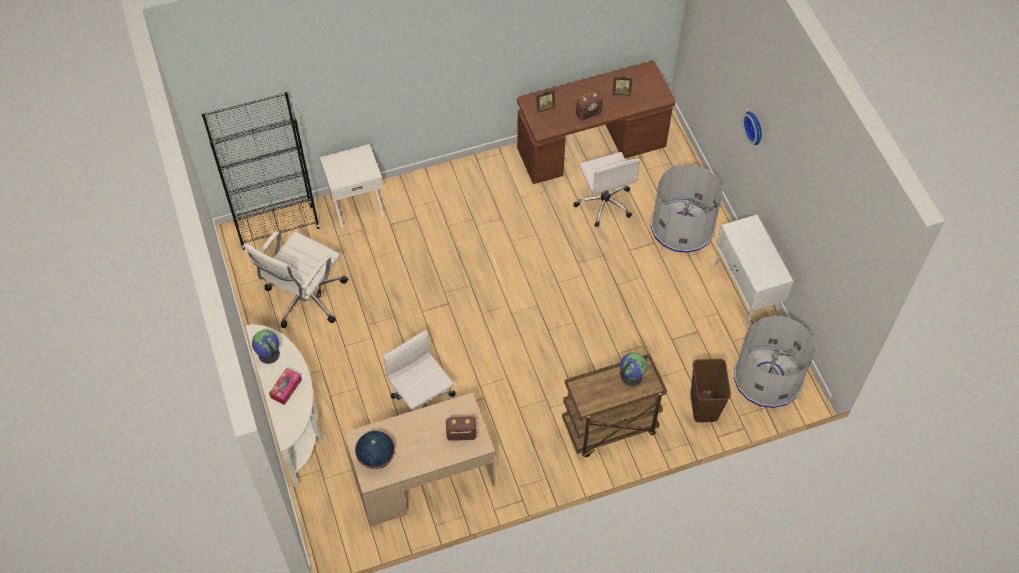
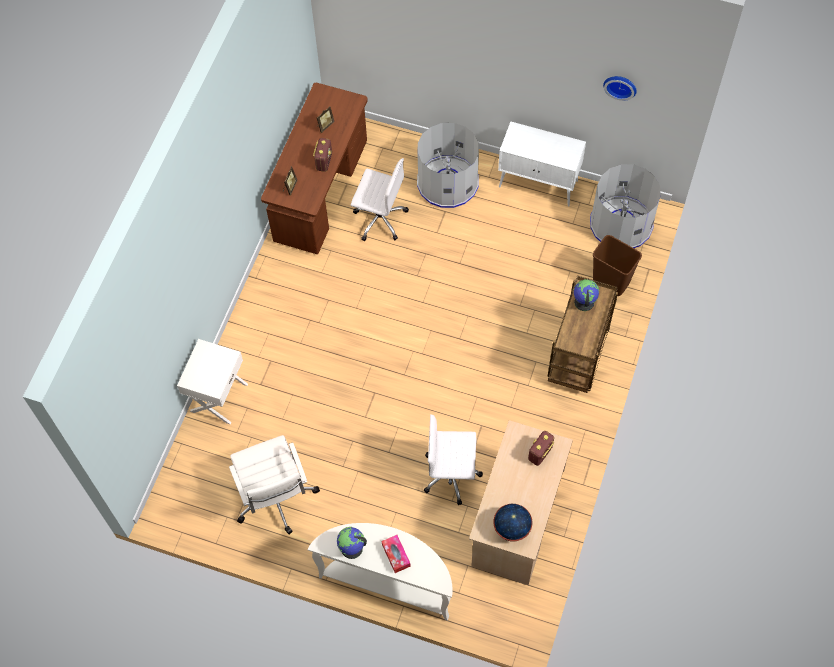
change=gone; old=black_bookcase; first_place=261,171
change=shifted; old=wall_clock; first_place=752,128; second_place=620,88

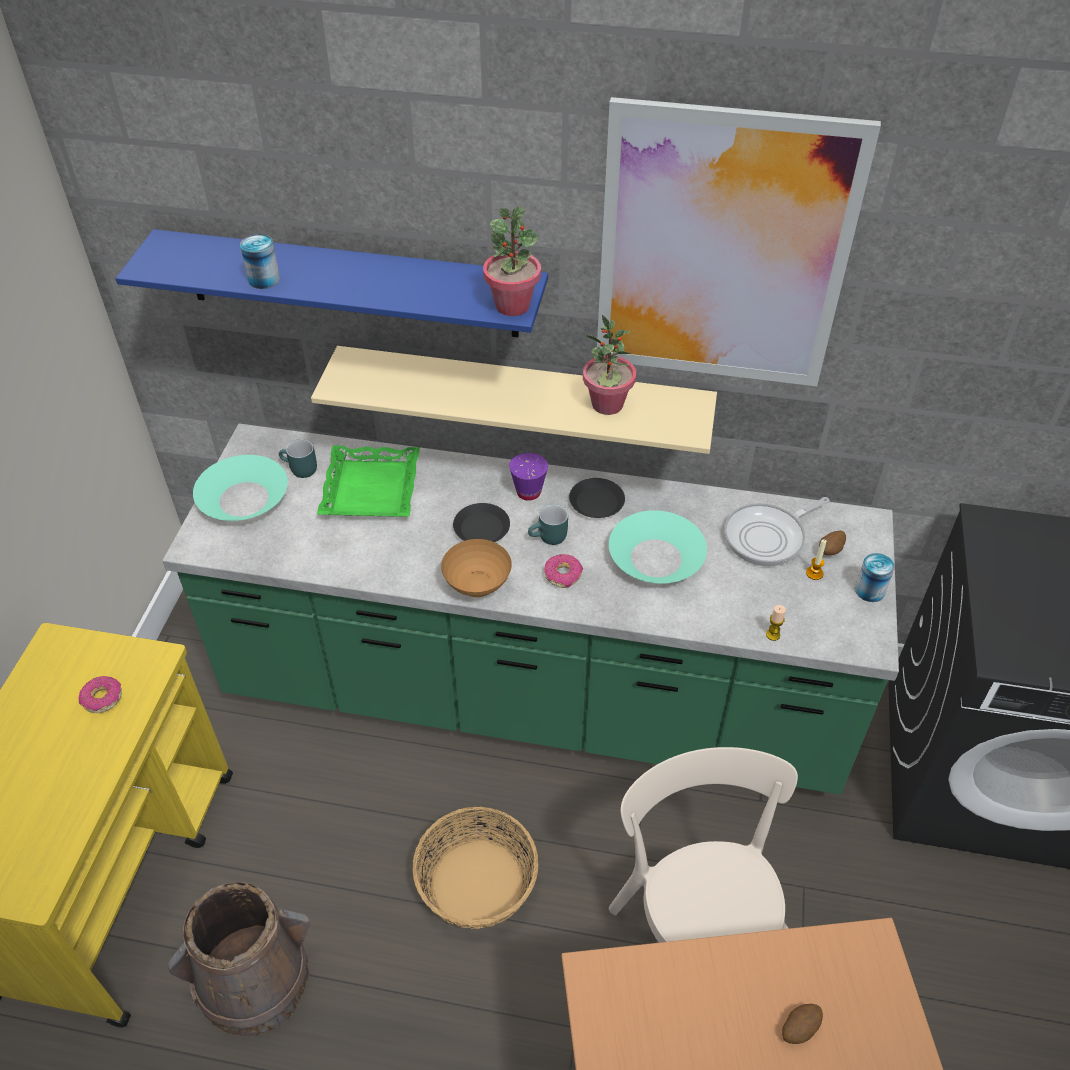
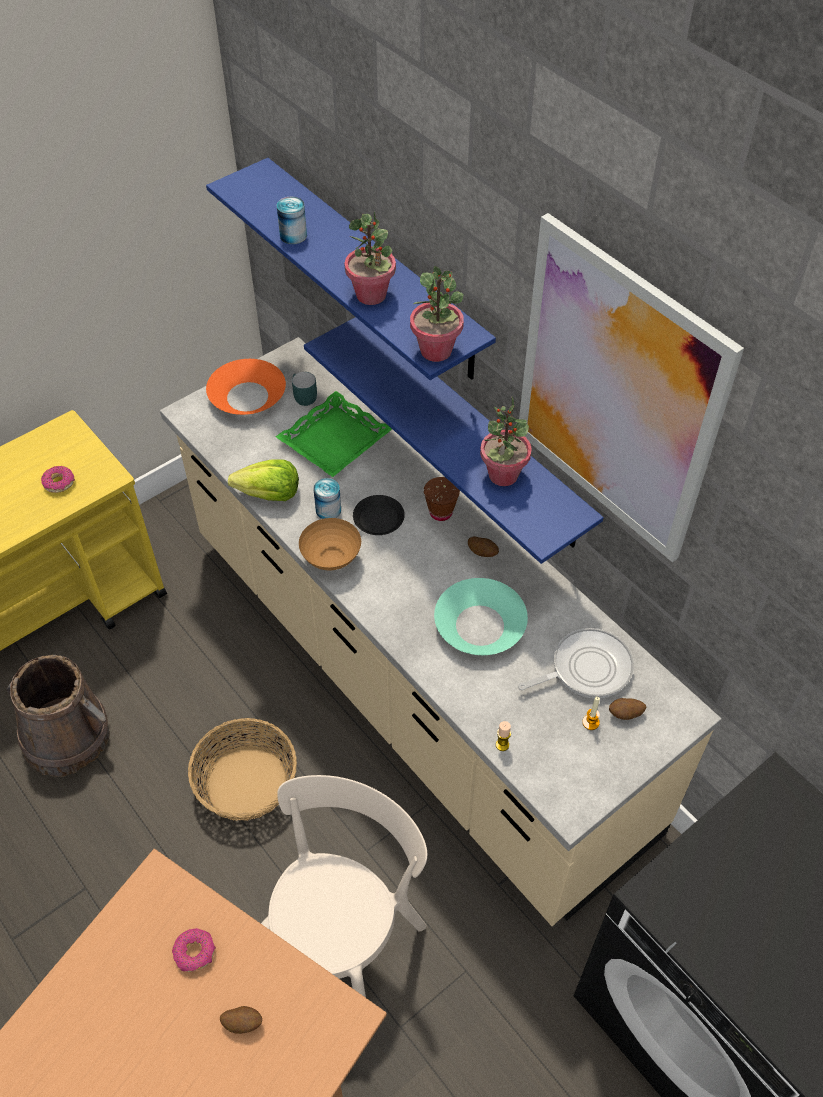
change=repainted; old=beige_shelf; new=blue_shelf; first_place=514,400; second_place=454,440
change=repainted; old=green_counter; new=beige_counter; first_place=530,609; second_place=440,631
change=repainted; old=purple_cup; new=brown_cup; first_place=528,477; second_place=442,499
change=repainted; old=turquoise_bowl; new=orange_bowl; first_place=240,488; second_place=246,387
change=swapped; old=black_plate; new=potato; first_place=597,498; second_place=483,546
change=rotated; old=frying_pan; first_place=776,531; second_place=576,663; degrees=150
change=gone; old=turquoise_mug; first_place=548,524
change=shifted; old=can; first_place=875,577; second_place=327,498
change=shifted; old=donut; first_place=563,571; second_place=194,950
change=new; new=potted_plant; second_place=370,258
change=new; new=lettuce; second_place=263,480

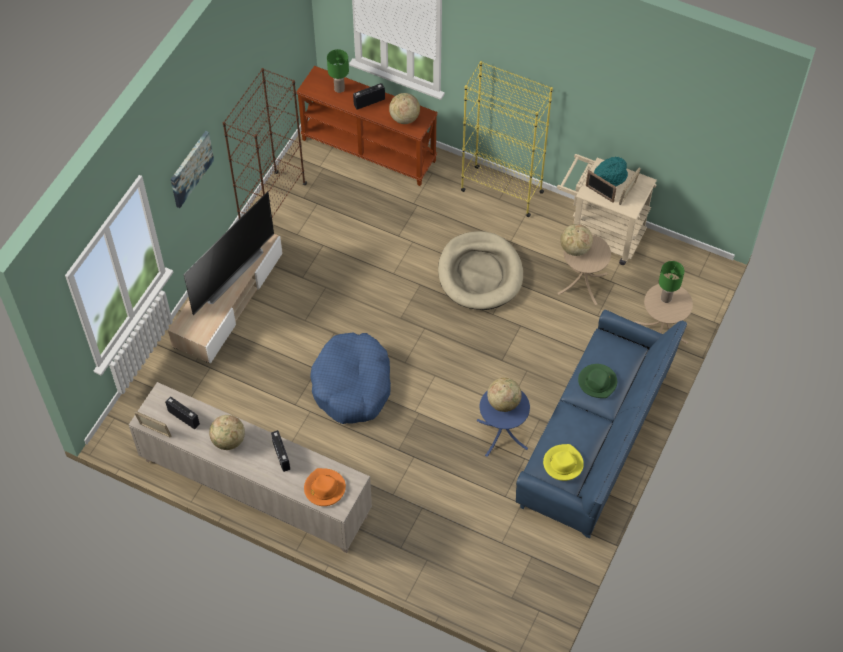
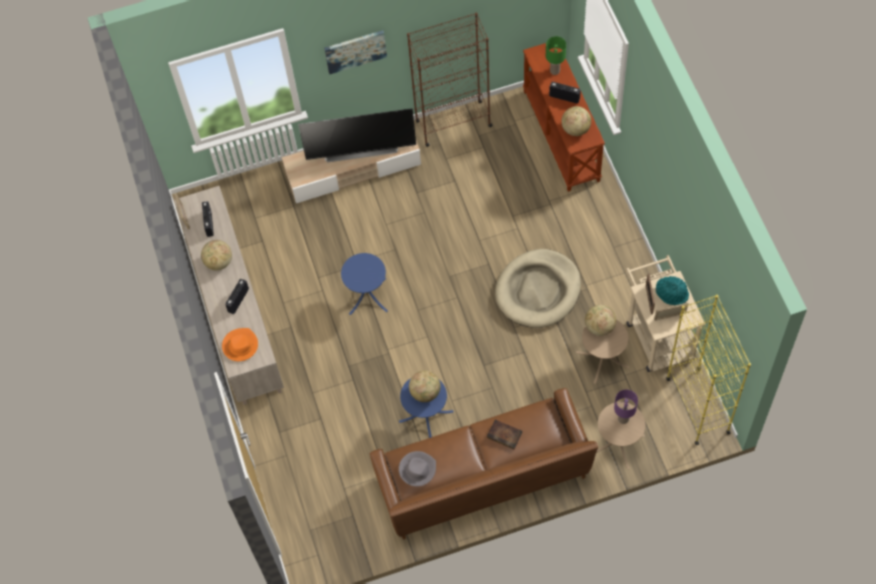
change=shifted; old=yellow_bookcase; first_place=507,139; second_place=708,370
change=repainted; old=green_table_lamp; new=purple_table_lamp; first_place=671,282; second_place=626,407
change=repainted; old=blue_sofa; new=brown_sofa; first_place=601,424; second_place=484,464
change=swapped; old=blue_dog_bed; new=blue_side_table; first_place=350,378; second_place=364,284
change=swapped; old=green_hat; new=book; first_place=597,381; second_place=504,434
change=repainted; old=yellow_hat; new=grey_hat; first_place=563,462; second_place=417,468

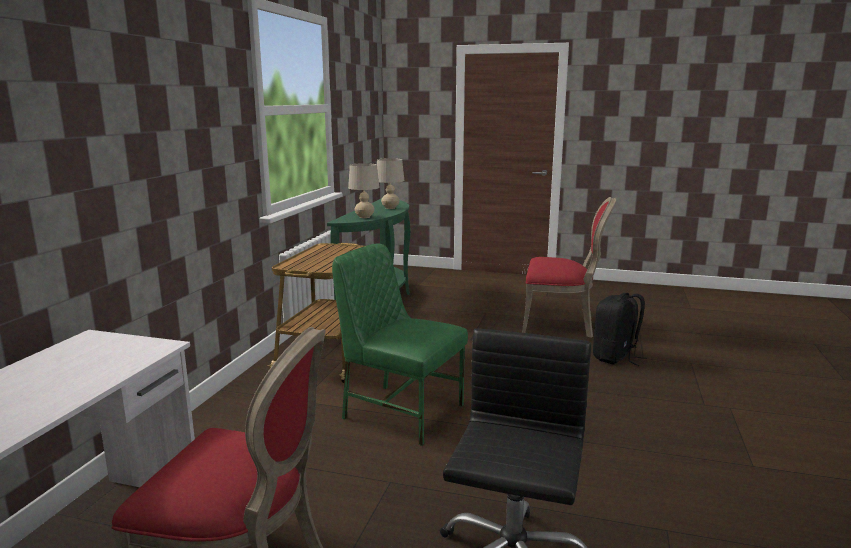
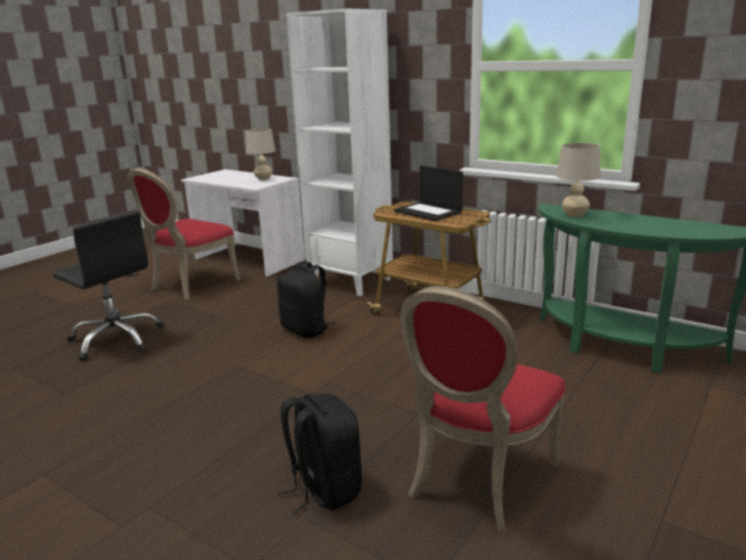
change=shifted; old=beige_table_lamp; first_place=390,183; second_place=261,154
change=swapped; old=green_chair; new=black_backpack; first_place=400,345; second_place=305,299
change=new; new=white_bookcase; second_place=339,152
change=new; new=laptop; second_place=428,193

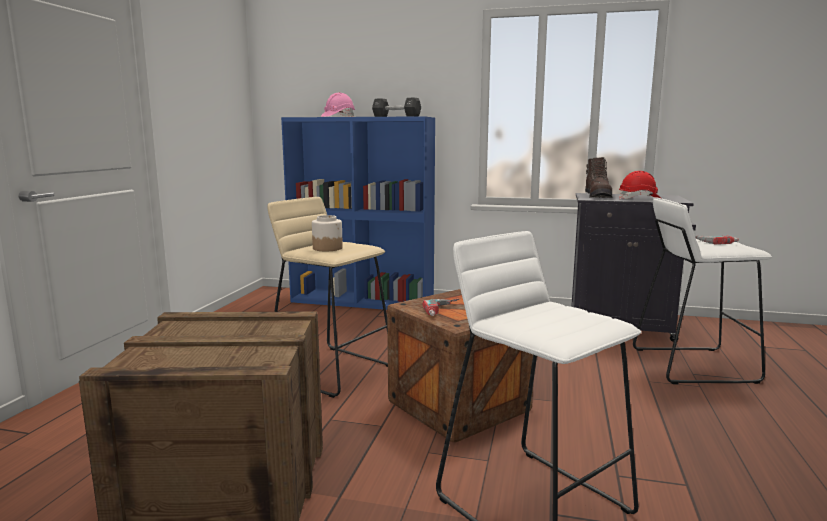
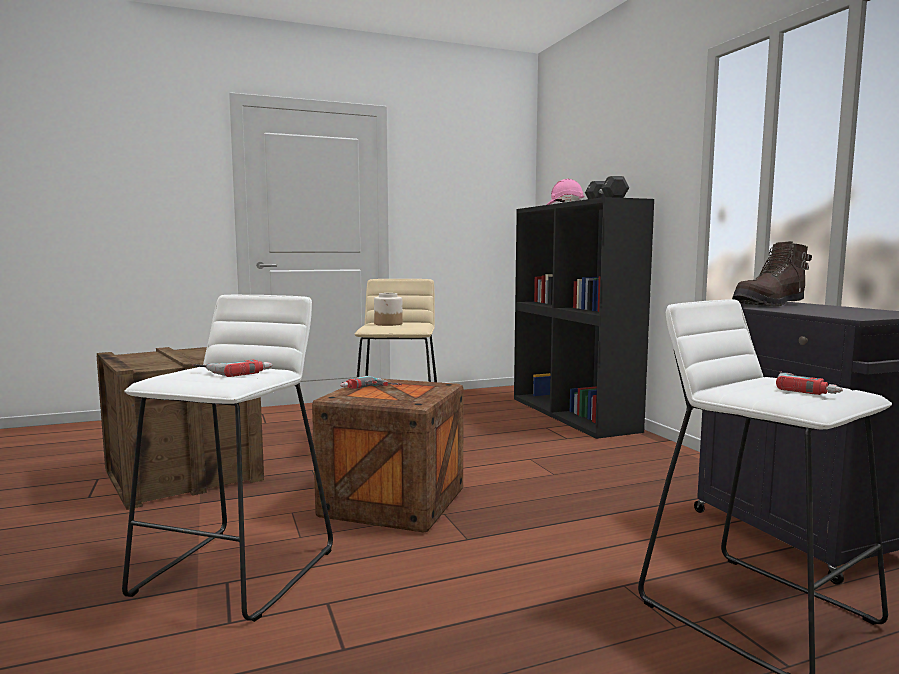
change=repainted; old=blue_bookcase; new=black_bookcase; first_place=358,213; second_place=584,318
change=gone; old=red_hard_hat; first_place=640,185
change=new; new=power_drill; second_place=232,368

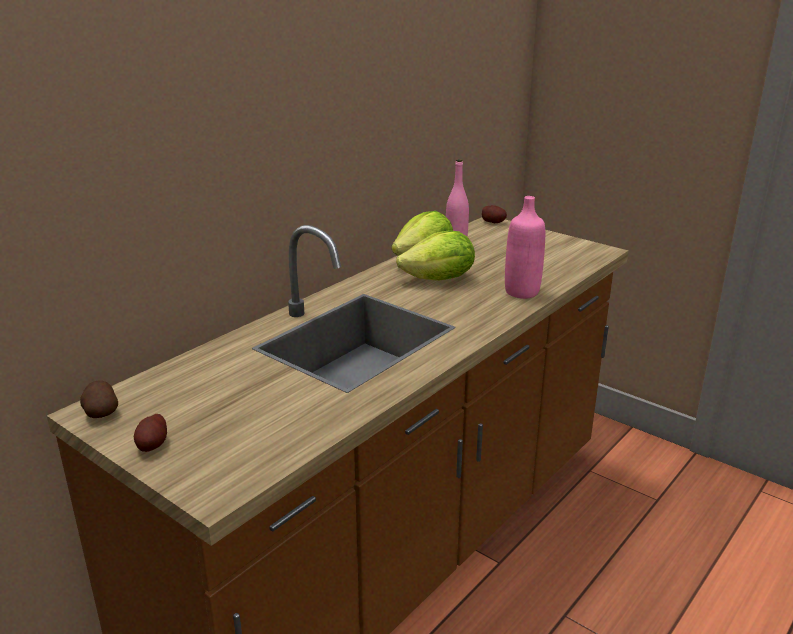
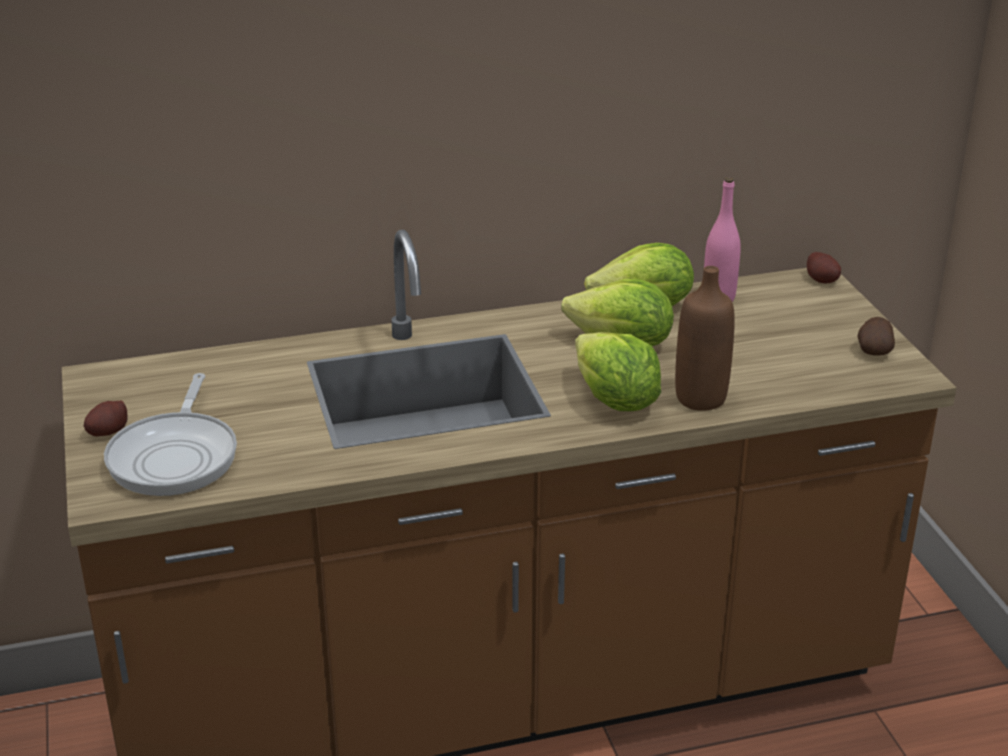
change=repainted; old=pink_bottle; new=brown_bottle; first_place=525,247; second_place=705,338
change=shifted; old=potato; first_place=99,399; second_place=876,336
change=new; new=lettuce; second_place=618,371
change=new; new=frying_pan; second_place=170,434

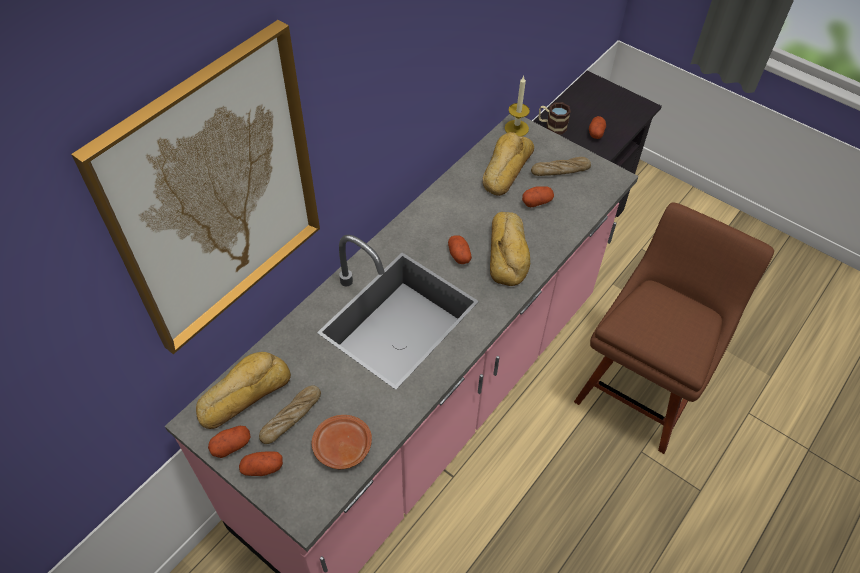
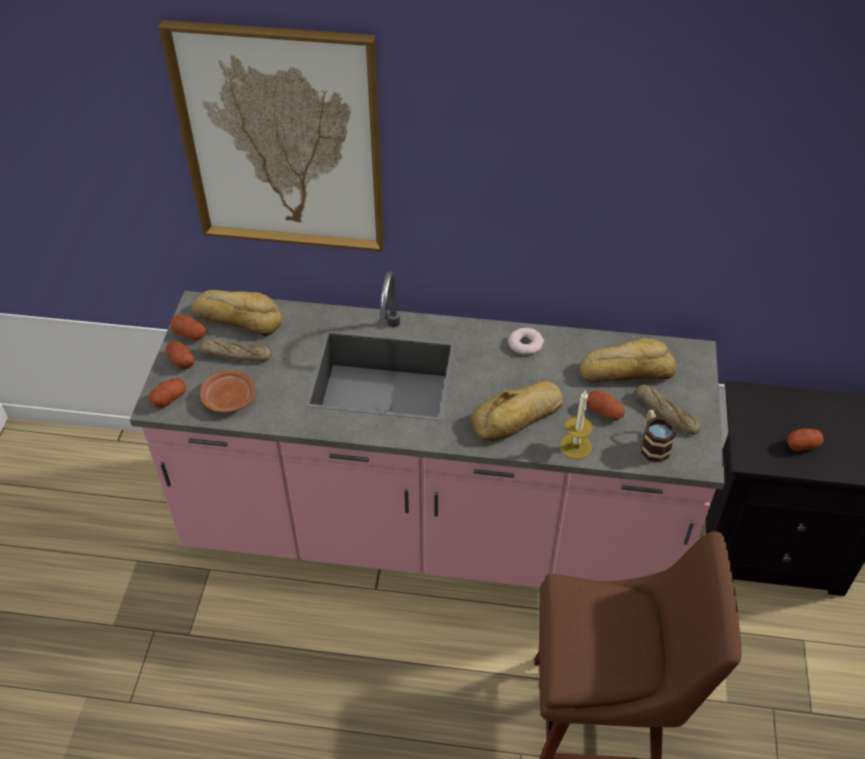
change=shifted; old=candle; first_place=517,106; second_place=576,425
change=shifted; old=mug; first_place=554,118; second_place=658,436
change=shifted; old=potato; first_place=460,249; second_place=167,393
change=new; new=donut; second_place=526,341

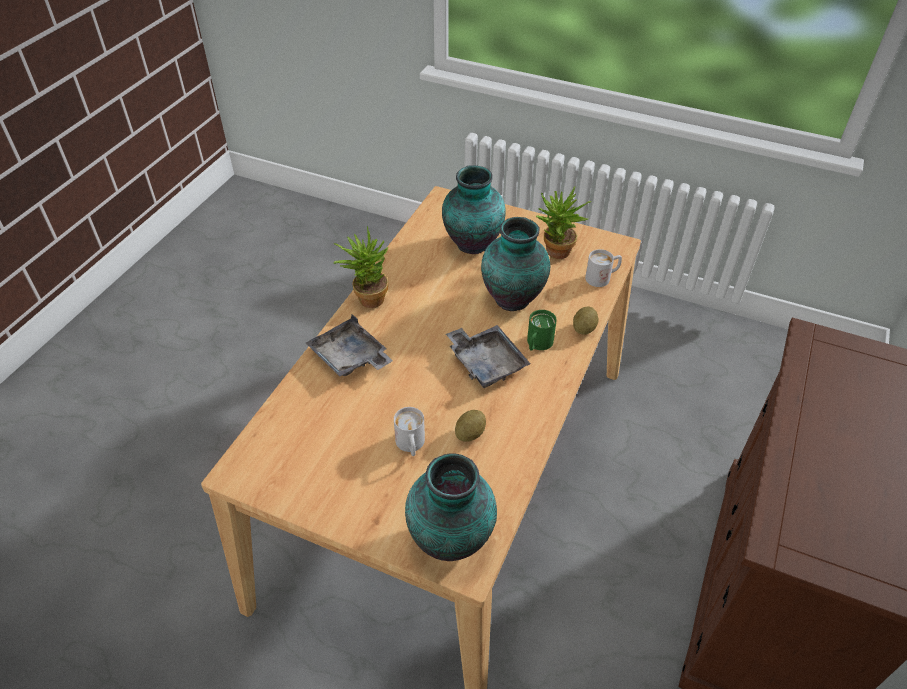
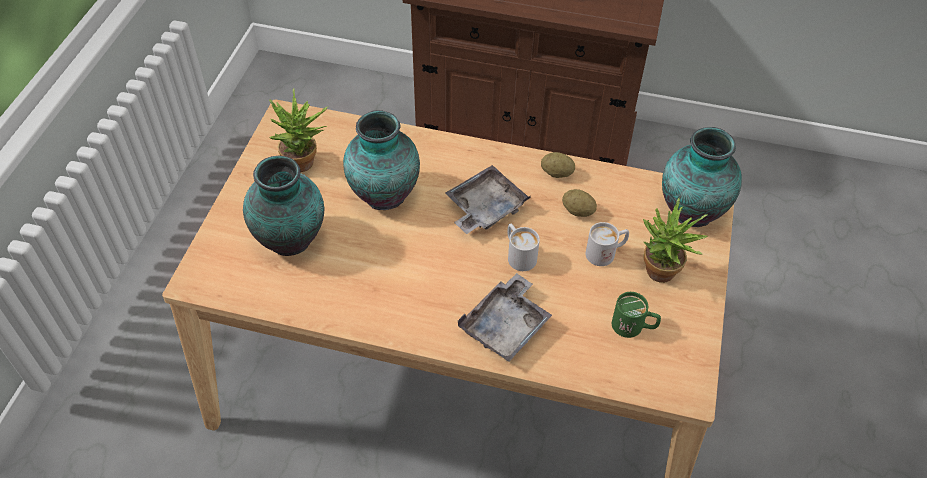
change=shifted; old=potted_plant; first_place=360,267; second_place=675,240
change=shifted; old=white_mug; first_place=603,268; second_place=523,247
change=shifted; old=potato; first_place=585,321; second_place=558,165
change=shifted; old=green_mug; first_place=542,330; second_place=636,315

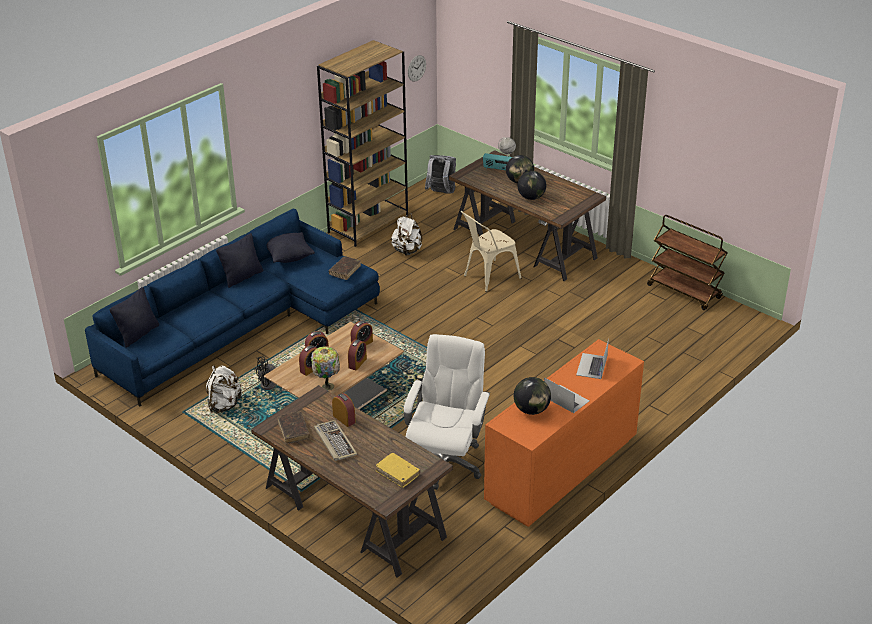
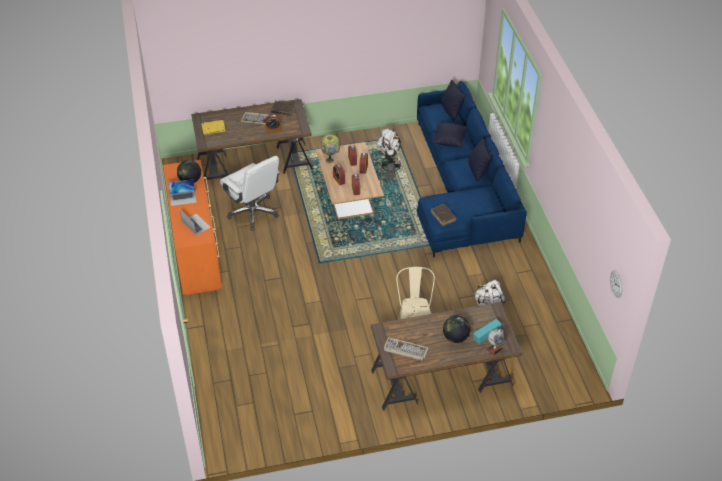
change=gone; old=brown_bookcase; first_place=362,143
change=gone; old=grey_backpack; first_place=440,174
change=gone; old=globe; first_place=531,185
change=gone; old=brown_cart; first_place=687,262
change=shifted; old=black_pillow; first_place=291,247; second_place=450,135
change=new; new=keyboard; second_place=406,349

